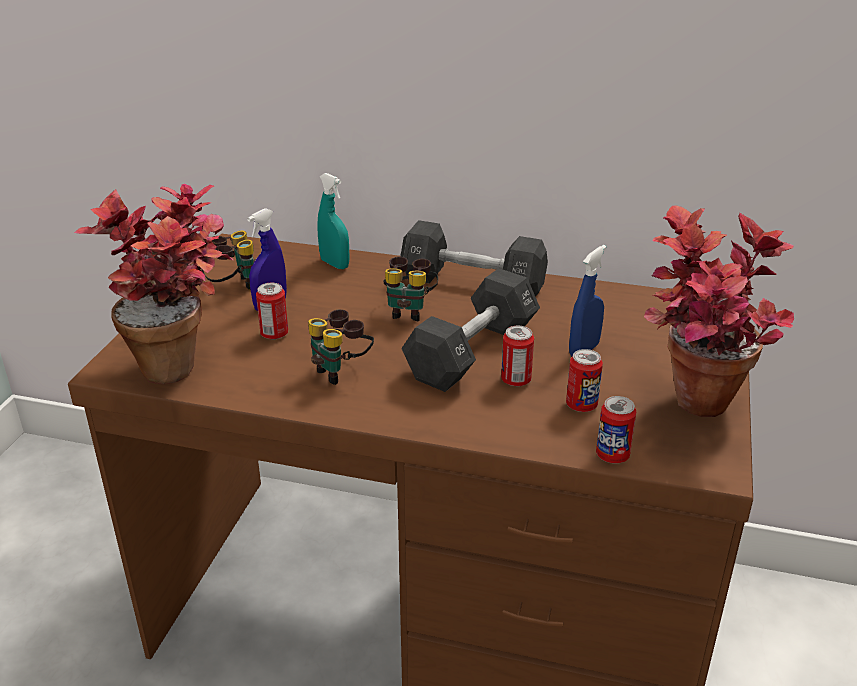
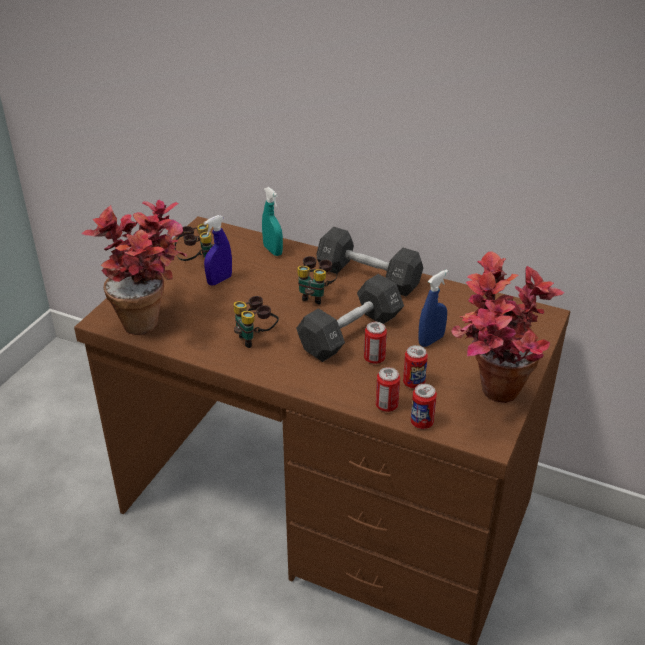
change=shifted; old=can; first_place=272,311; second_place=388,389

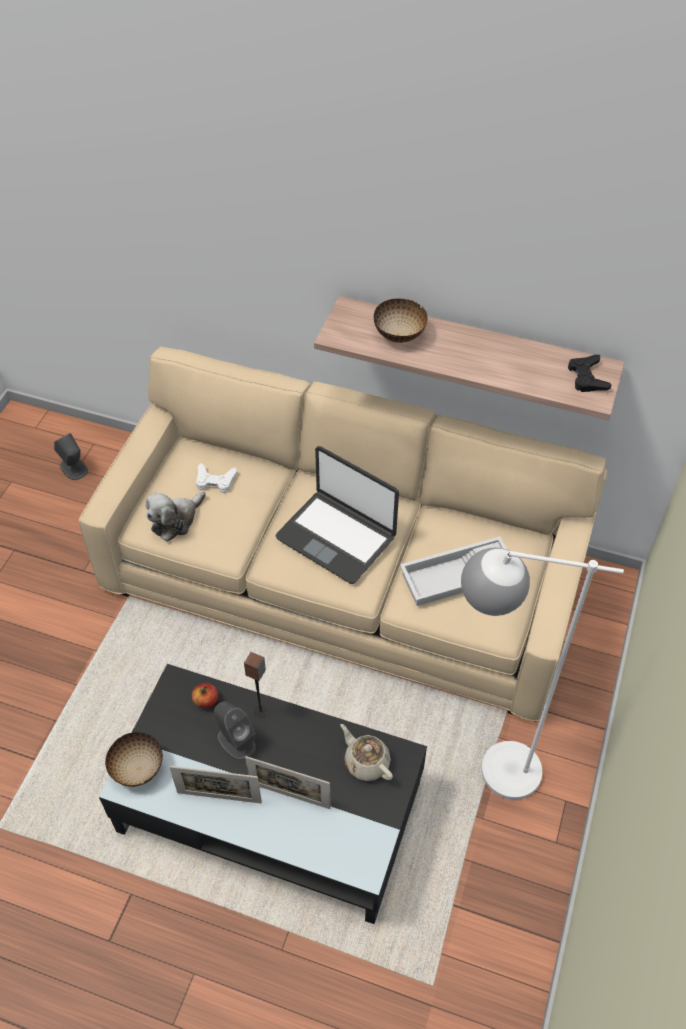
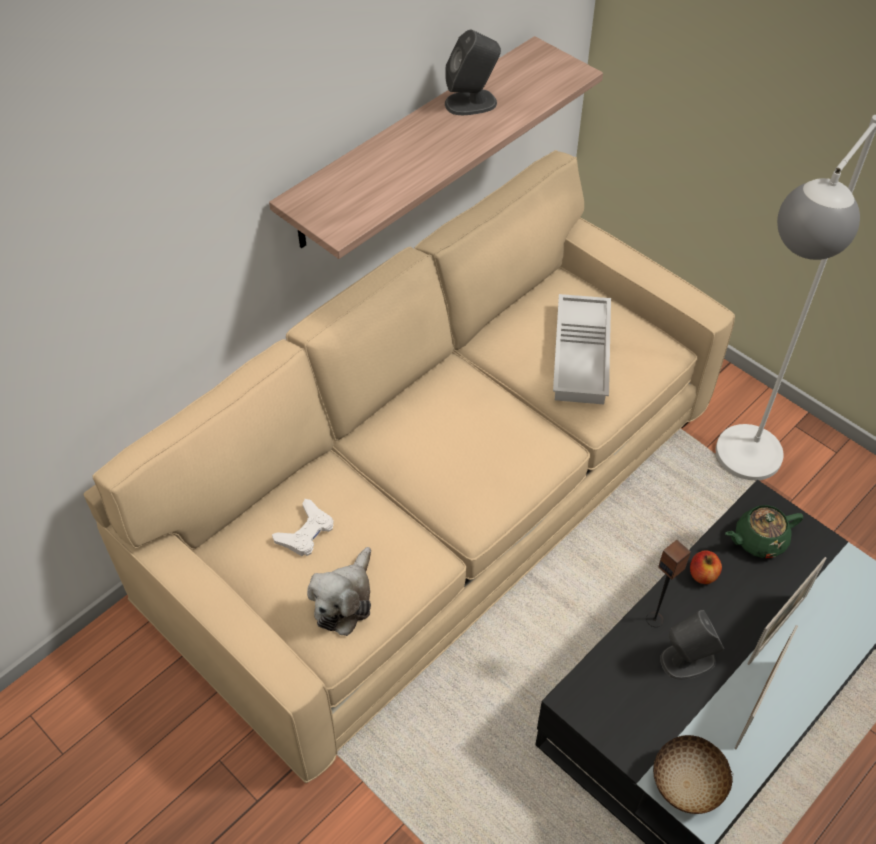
change=gone; old=bowl; first_place=400,320
change=gone; old=black_game_controller; first_place=590,373
change=shifted; old=grey_speaker; first_place=71,456; second_place=473,72
change=gone; old=laptop; first_place=337,515
change=rotated; old=plush_toy; first_place=176,516; second_place=339,591; degrees=45
change=shifted; old=apple; first_place=205,696; second_place=706,567
change=repainted; old=beige_teapot; new=green_teapot; first_place=367,752; second_place=764,531

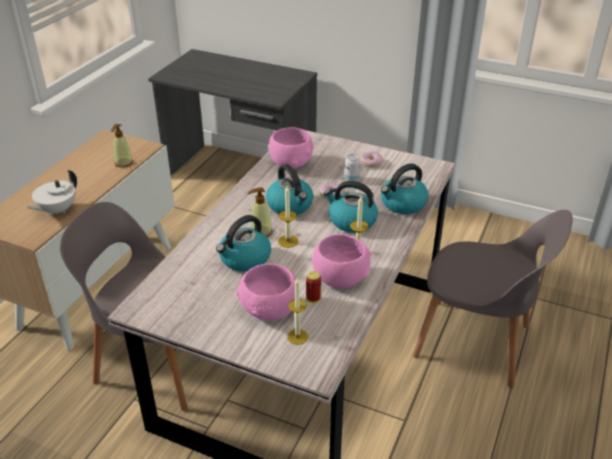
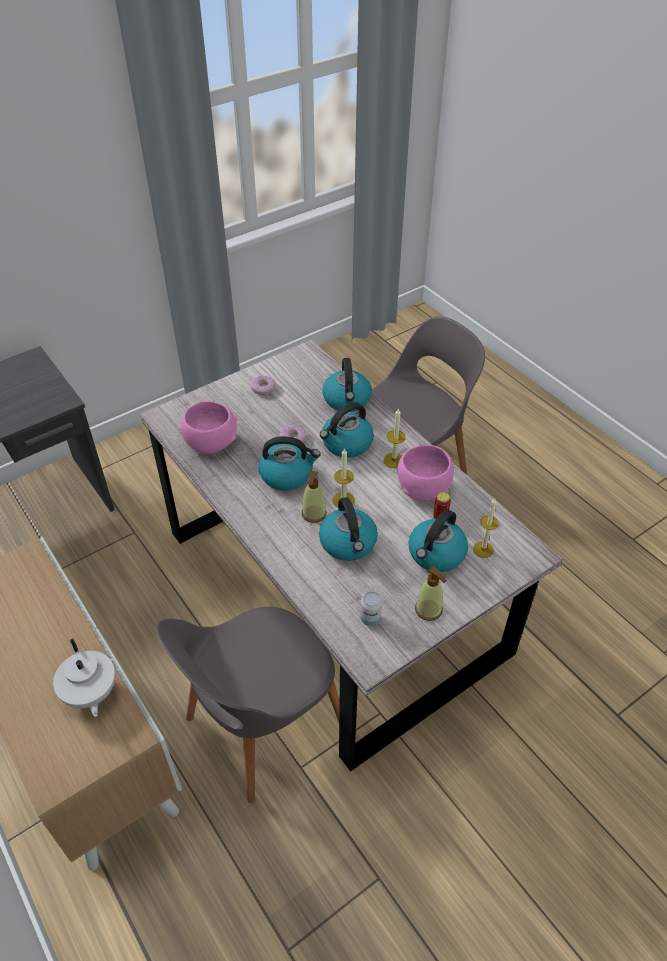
change=shifted; old=soap_dispenser; first_place=122,146; second_place=431,593
change=shifted; old=can; first_place=352,167; second_place=371,609
change=swapped; old=pink_bowl; new=kettle; first_place=266,292; second_place=438,540

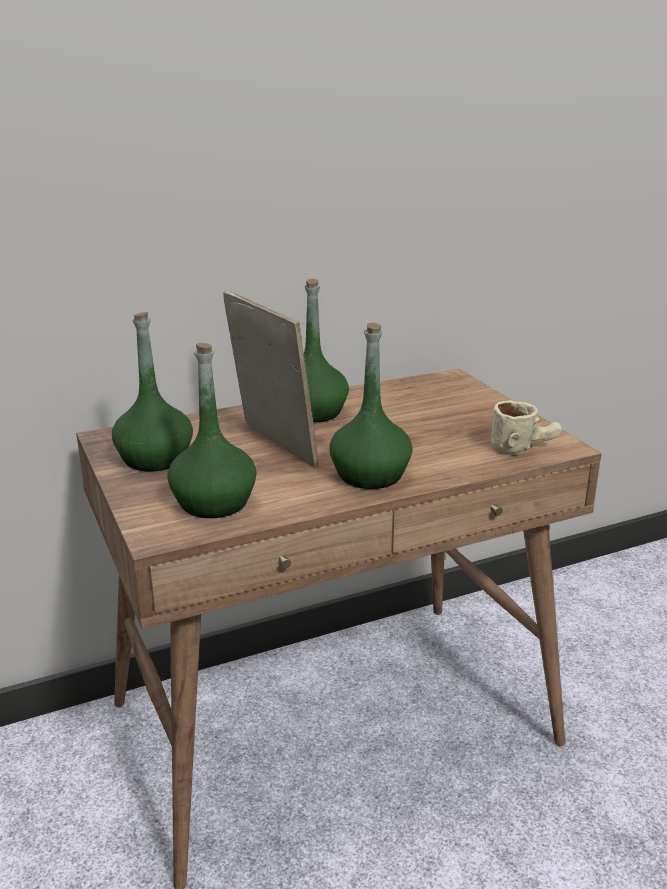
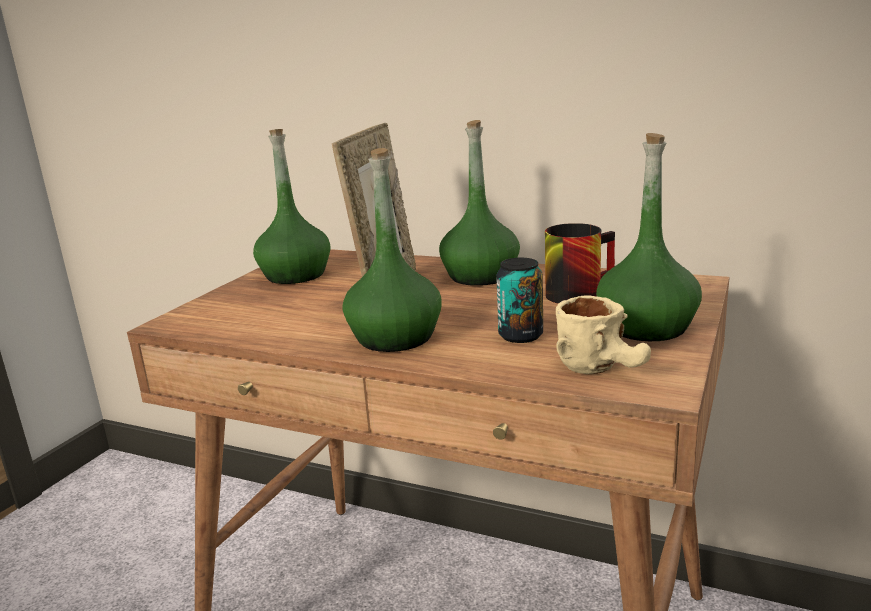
change=shifted; old=green_bottle; first_place=212,430; second_place=649,237
change=new; new=mug; second_place=580,263
change=new; new=can; second_place=519,300

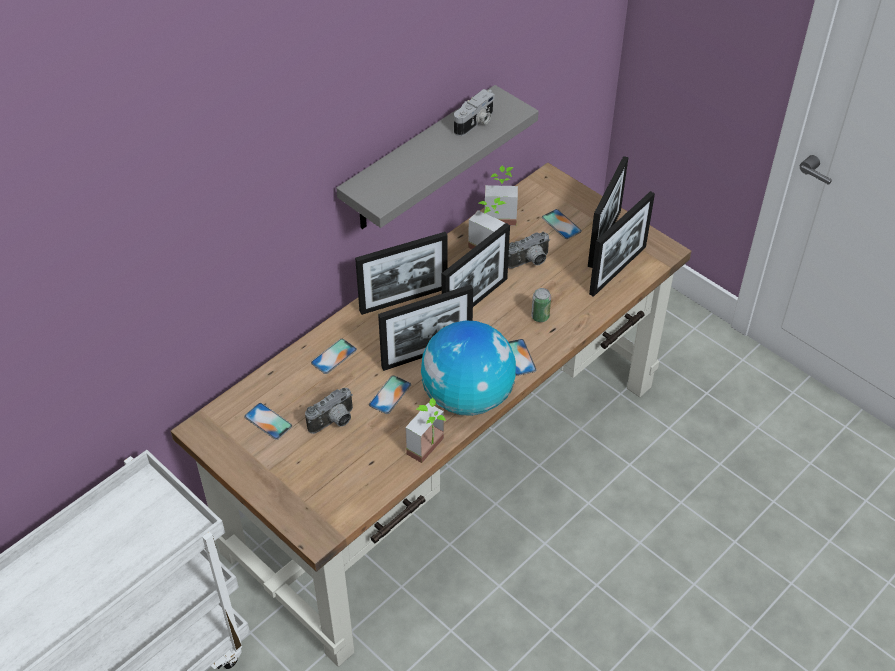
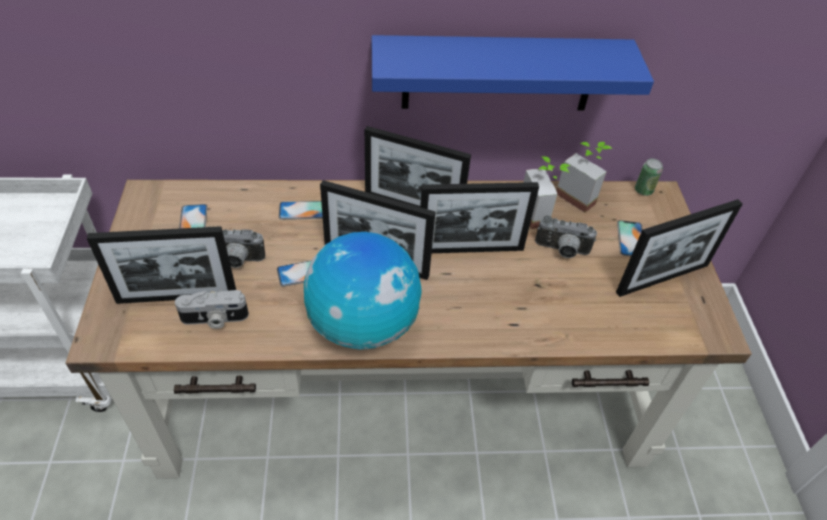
change=repainted; old=grey_shelf; new=blue_shelf; first_place=437,157; second_place=513,73
change=shifted; old=photo_camera; first_place=474,112; second_place=212,309
change=shifted; old=picture_frame; first_place=622,244; second_place=161,265
change=shifted; old=can; first_place=541,305; second_place=649,177
change=gone; old=phone; first_place=523,357
change=gone; old=potted_plant; first_place=425,430

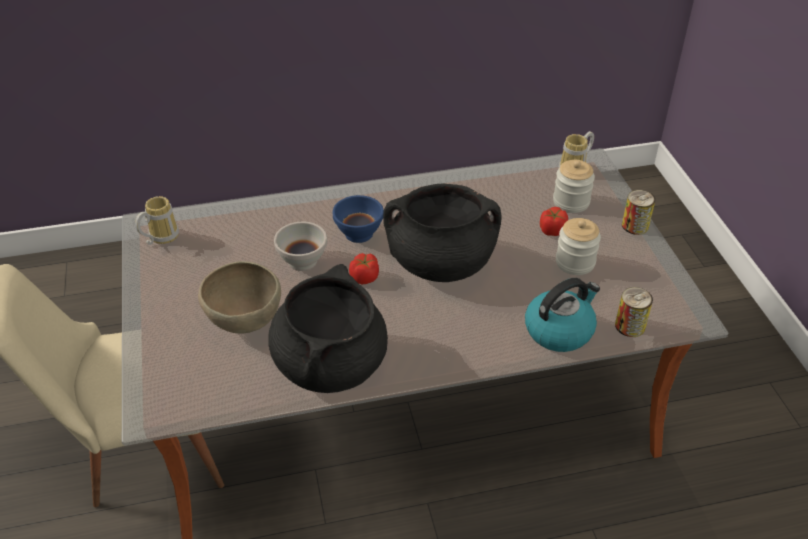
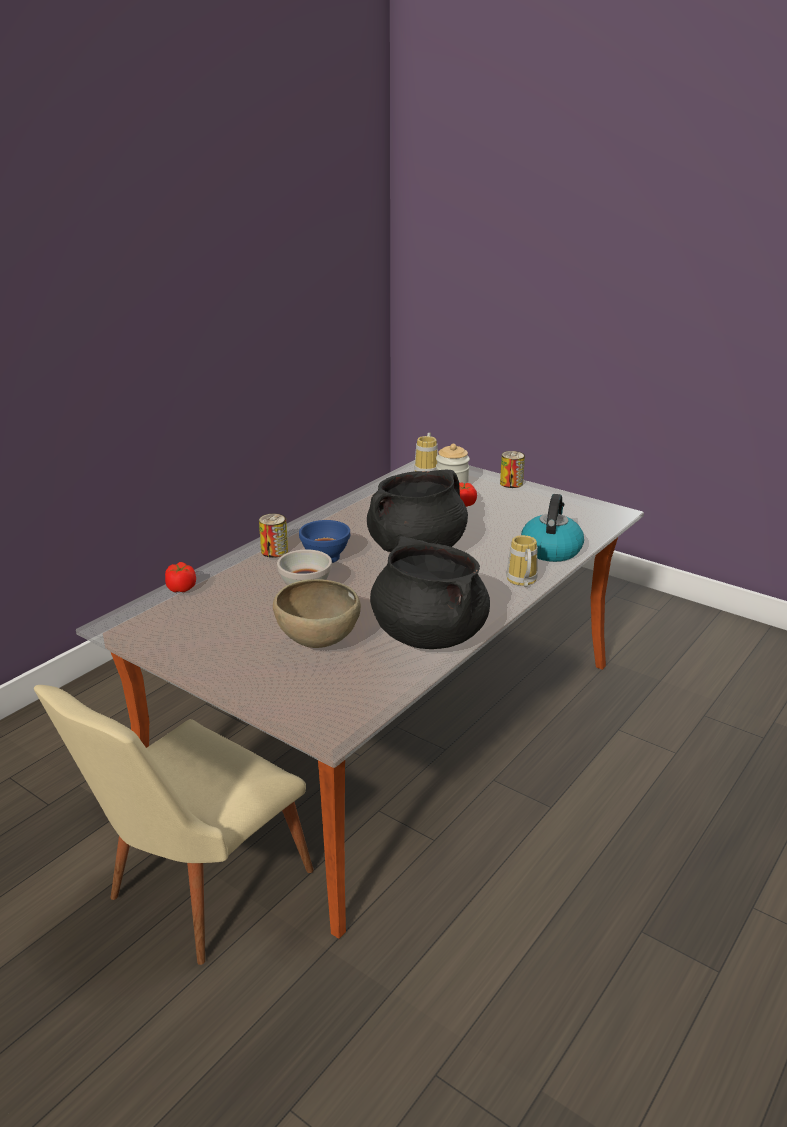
change=shifted; old=mug; first_place=157,220; second_place=522,561
change=gone; old=jar; first_place=578,246
change=shifted; old=tomato; first_place=364,268; second_place=180,577
change=shifted; old=can; first_place=634,312; second_place=273,536

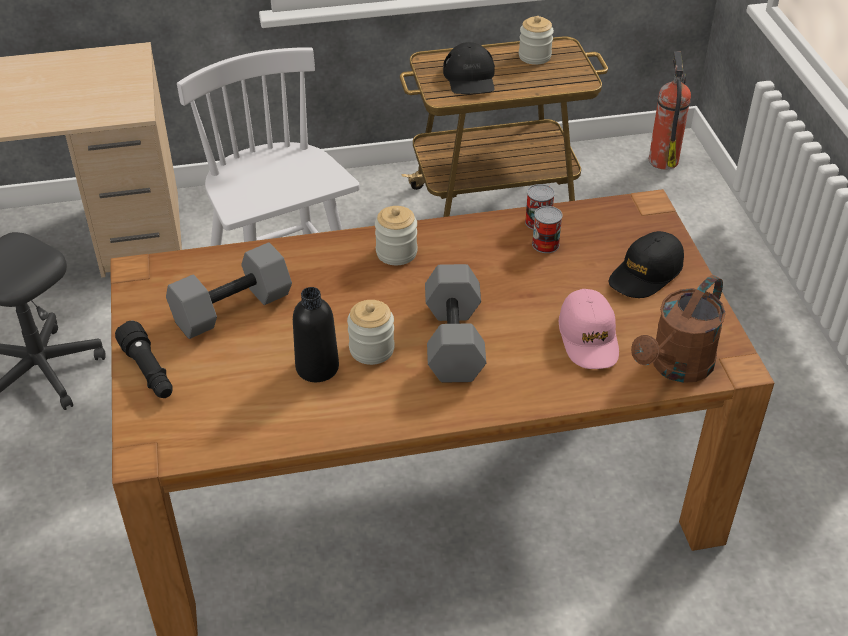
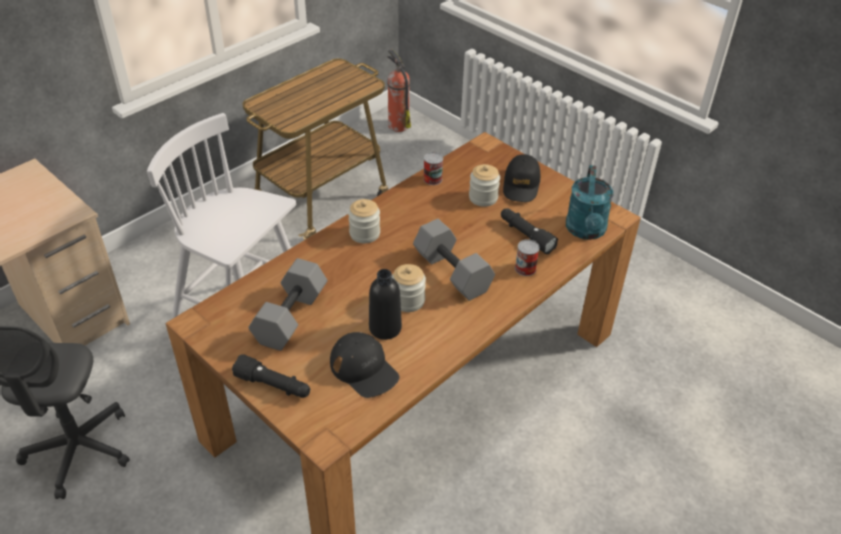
change=shifted; old=jar; first_place=536,40; second_place=484,185
change=shifted; old=black_cap; first_place=469,68; second_place=365,365
change=shifted; old=can; first_place=547,229; second_place=527,257
change=repainted; old=brown_watering_can; new=turquoise_watering_can; first_place=678,329; second_place=589,202
change=swapped; old=pink_cap; new=black_flashlight; first_place=589,329; second_place=529,231

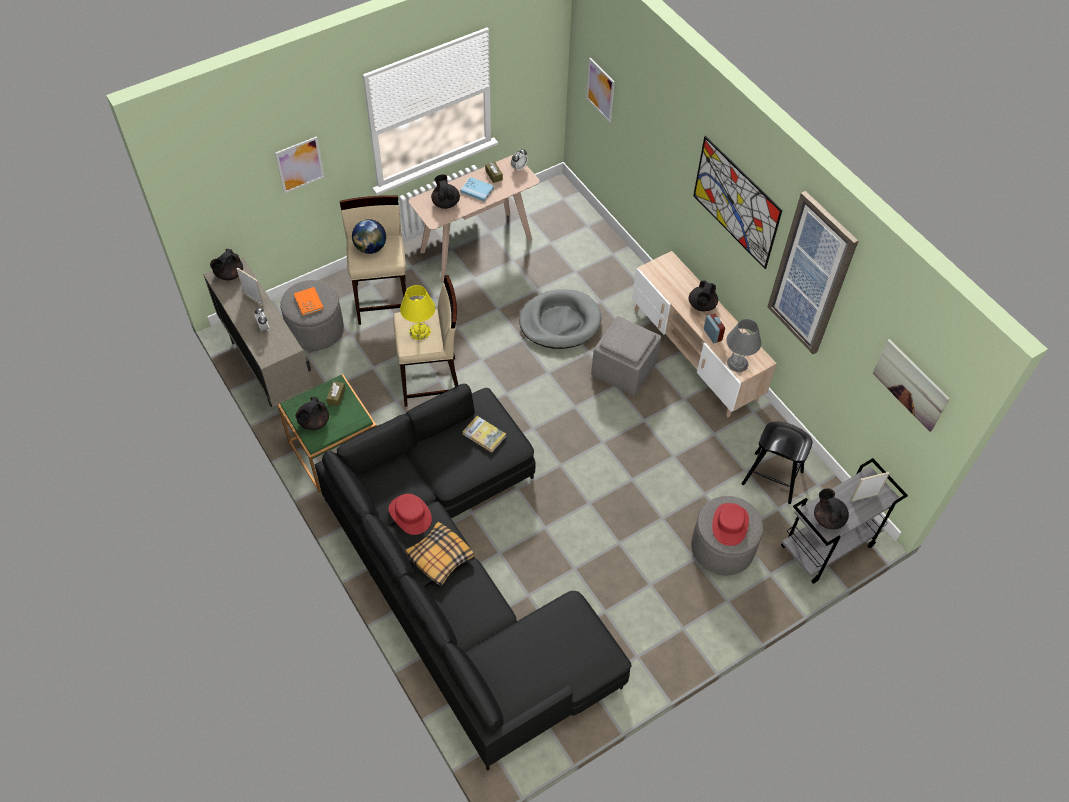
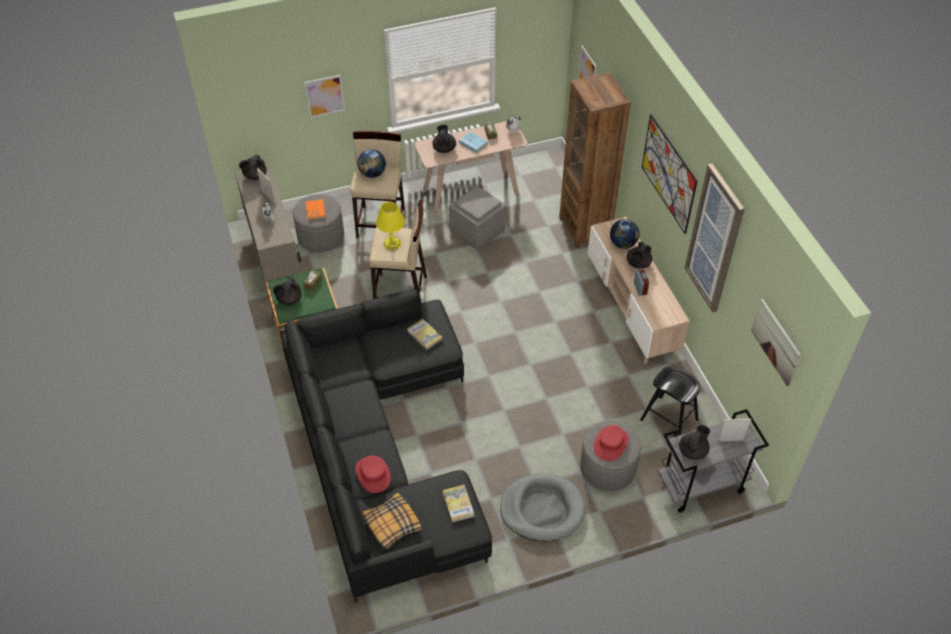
change=shifted; old=grey_dog_bed; first_place=560,319; second_place=542,507
change=shifted; old=grey_ottoman; first_place=626,355; second_place=477,218
change=gone; old=grey_table_lamp; first_place=743,345
change=rotated; old=black_teapot; first_place=831,509; second_place=694,442; degrees=60
change=shifted; old=red_hat; first_place=410,514; second_place=373,474
change=shifted; old=pillow; first_place=440,554; second_place=392,521
change=new; new=brown_bookcase; second_place=595,160
change=new; new=globe; second_place=625,234
change=new; new=book; second_place=458,503

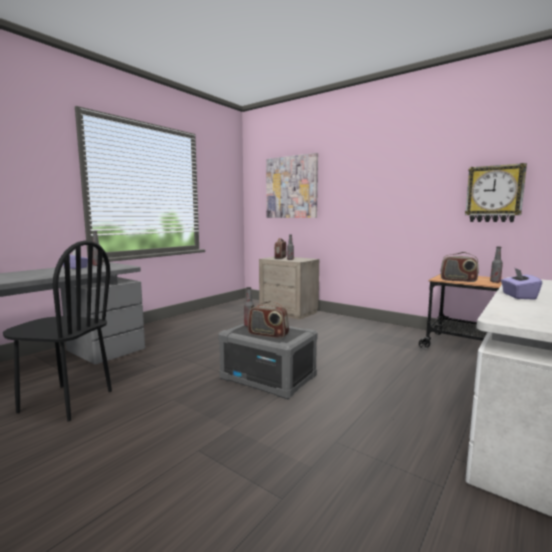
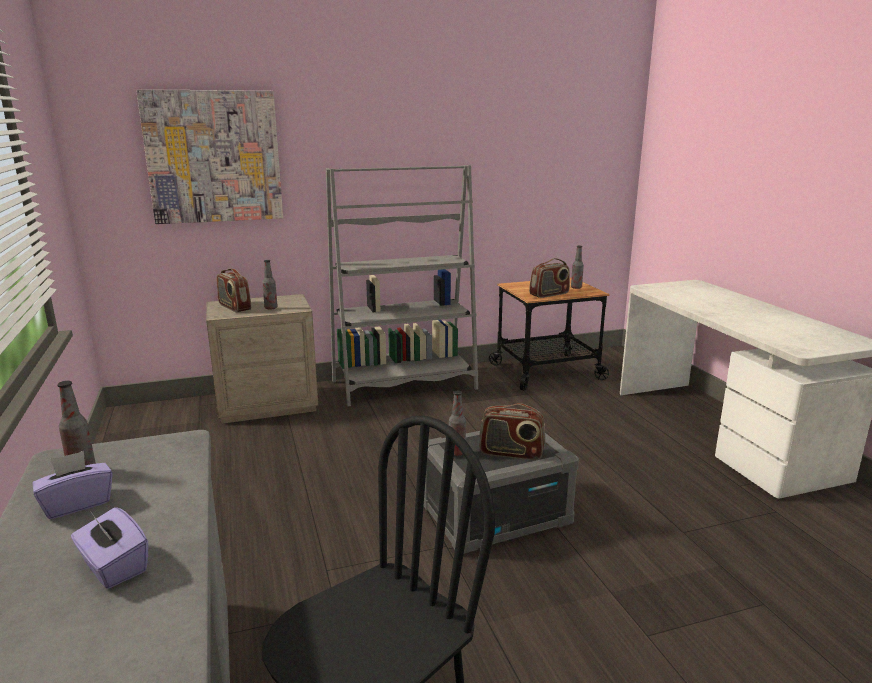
change=gone; old=wall_clock; first_place=496,192
change=shifted; old=purple_tissue_box; first_place=521,284; second_place=109,548
change=rotated; old=radio; first_place=268,320; second_place=512,431; degrees=45
change=new; new=grey_bookcase; second_place=402,286

